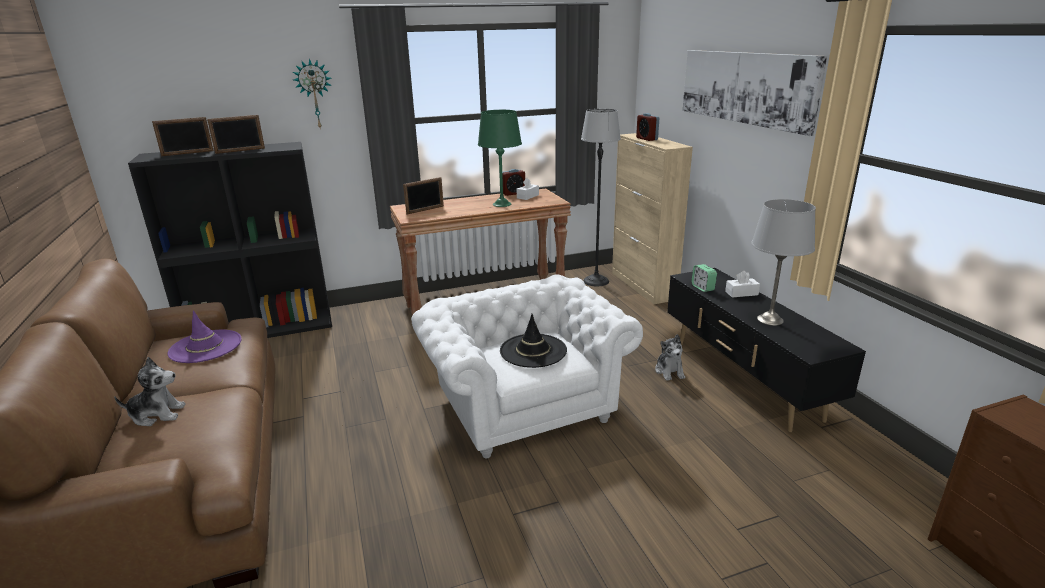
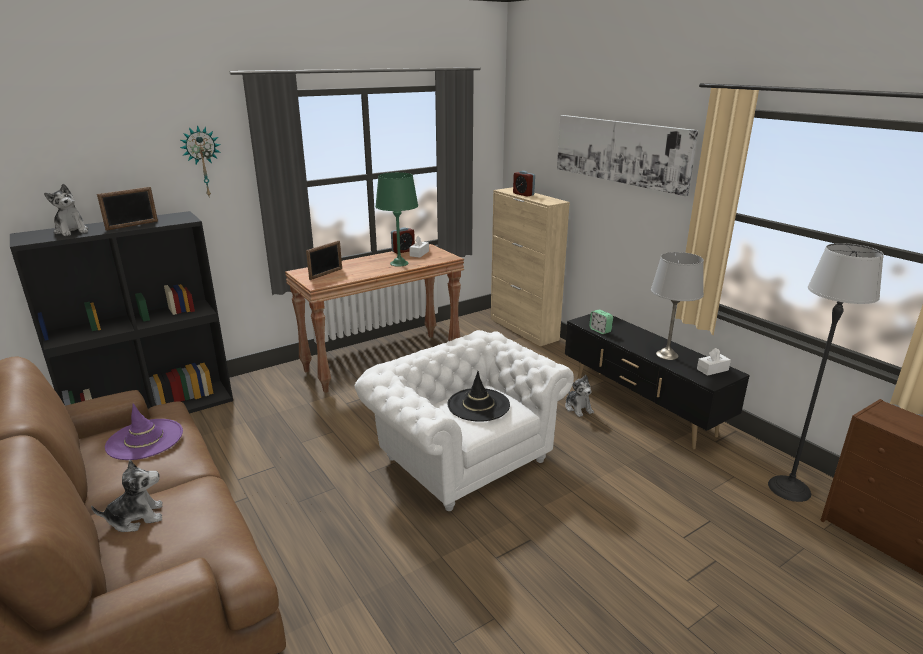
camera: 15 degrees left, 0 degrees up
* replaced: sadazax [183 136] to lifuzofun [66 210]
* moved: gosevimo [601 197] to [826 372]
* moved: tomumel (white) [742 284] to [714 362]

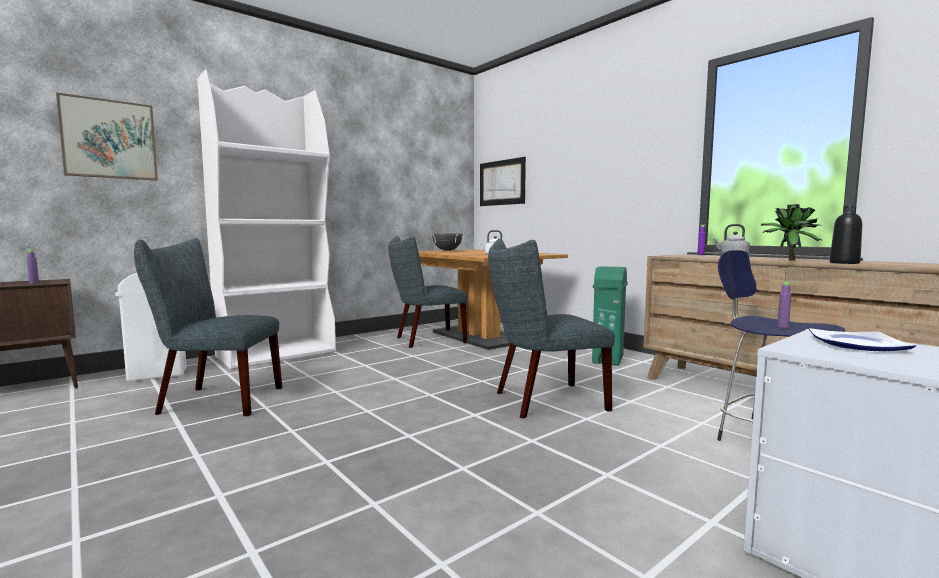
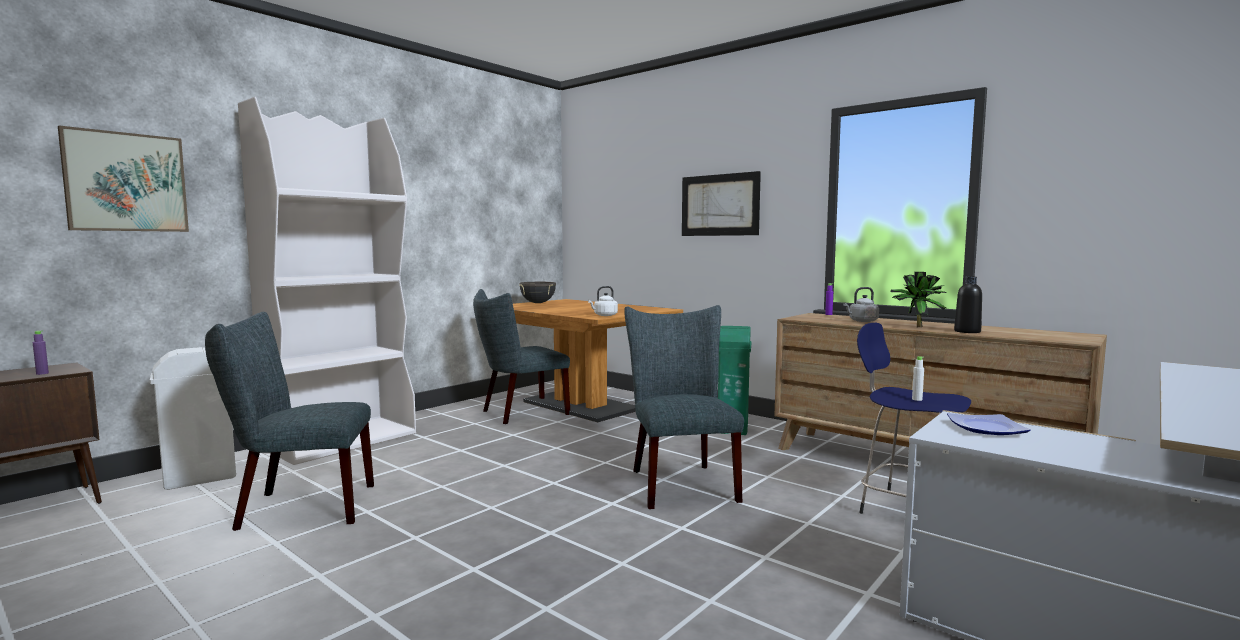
camera: 10 degrees left, 0 degrees up
* moved: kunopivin [503 181] to [721 203]
* turned: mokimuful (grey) [551 329] = [684 407] 105 degrees clockwise
* recoloured: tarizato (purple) [784 305] to tarizato (white) [918 378]

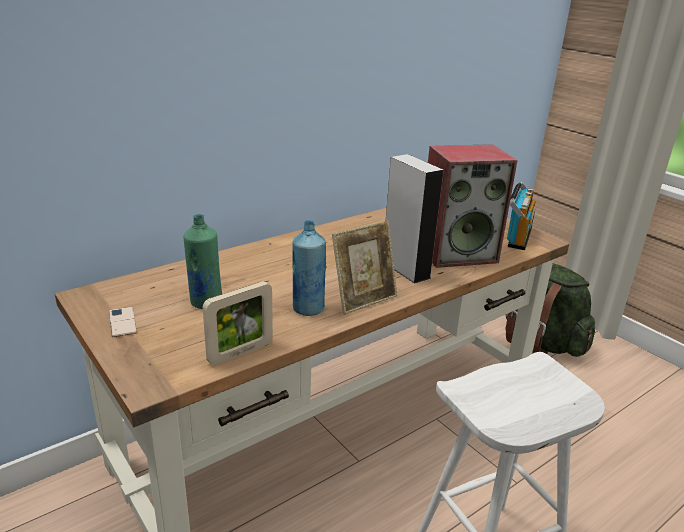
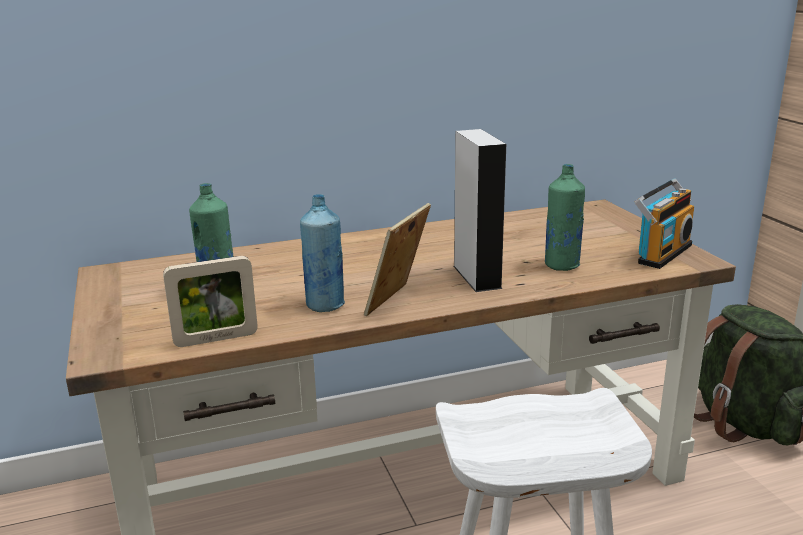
camera: 20 degrees right, 5 degrees down
* removed: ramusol [123 322]
* turned: sadazax [364 268] = [397 259] 135 degrees clockwise
* replaced: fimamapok [473 206] to tarizato (green) [565 217]

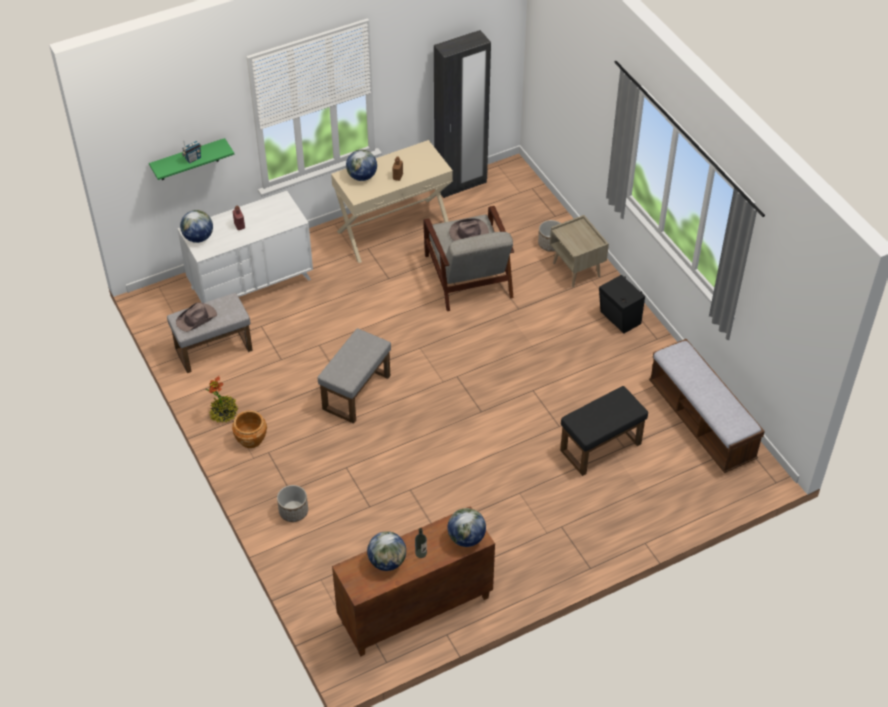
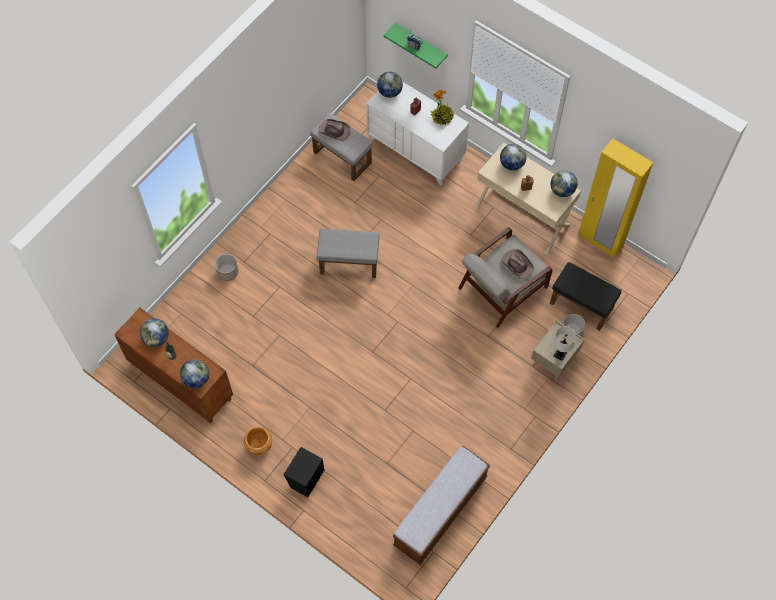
camera: 65 degrees right, 15 degrees up
* moved: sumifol [221 399] to [442 107]
* moved: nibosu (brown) [249 429] to [258 441]
* recoloured: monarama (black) [462 114] to monarama (yellow) [615 198]
* moved: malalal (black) [604 431] to [586 296]
* moved: fimamapok (black) [622 304] to [304 472]
* added: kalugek [564 183]
* added: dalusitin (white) [564 343]

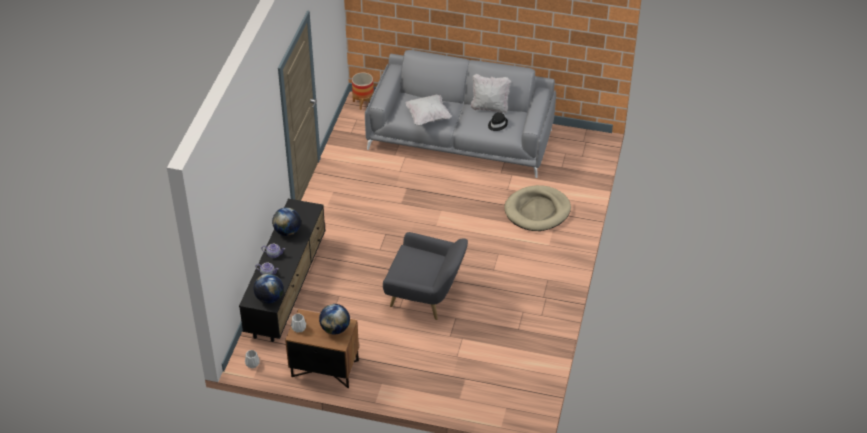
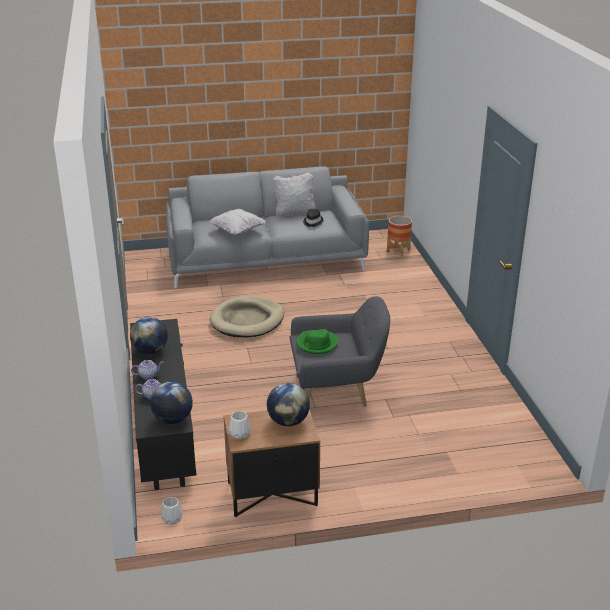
camera: 25 degrees left, 15 degrees down
* moved: nibosu [363 91] to [399 236]
* moved: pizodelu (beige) [537 208] to [247 316]
* added: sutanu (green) [317 341]

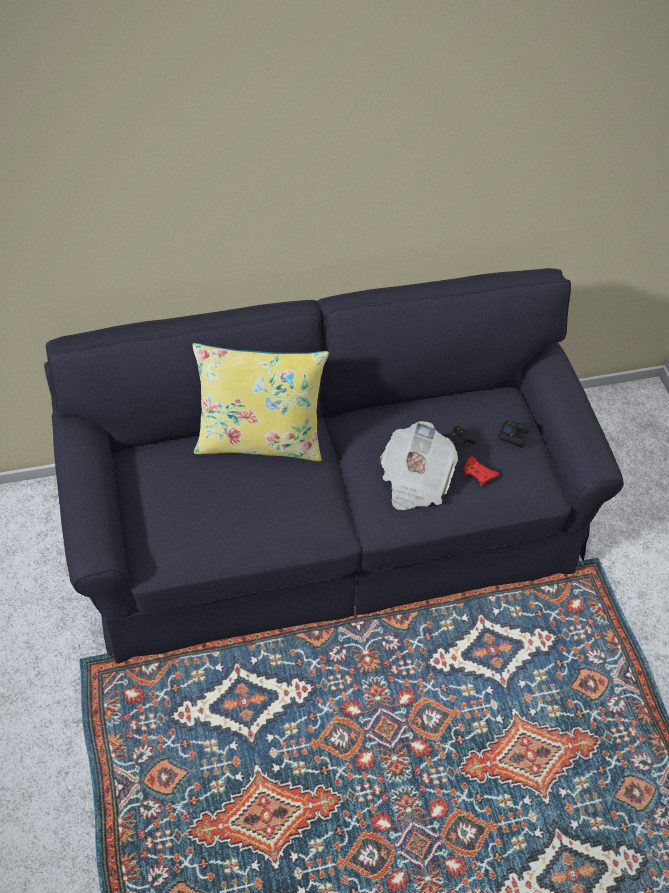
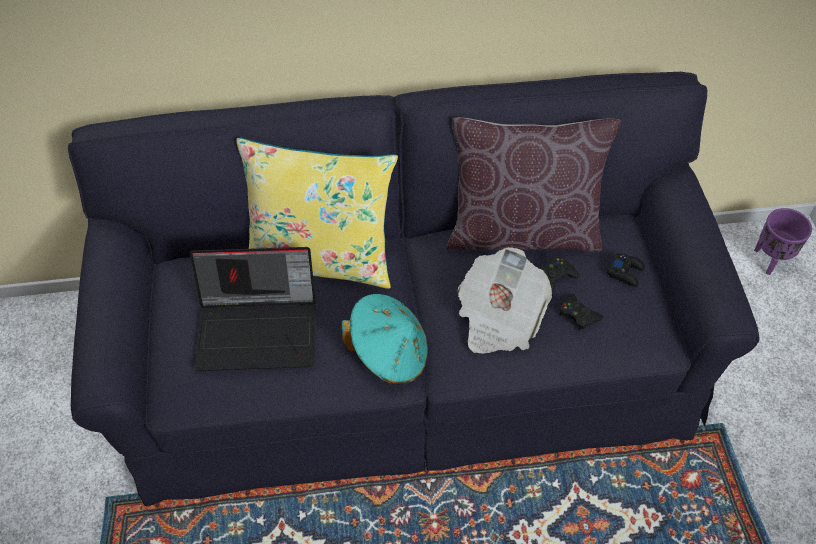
camera: 10 degrees right, 0 degrees up
* recoloured: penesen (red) [481 471] to penesen (black) [581 312]
* added: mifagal [252 309]
* added: sutanu (turquoise) [385 339]
* added: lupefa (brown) [534 185]
* added: nibosu (purple) [783 241]

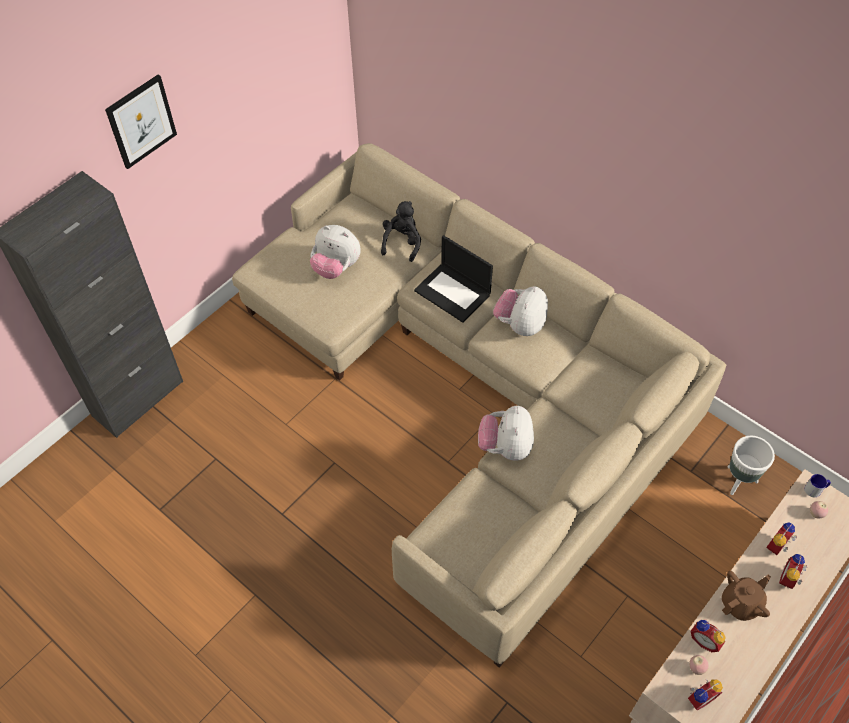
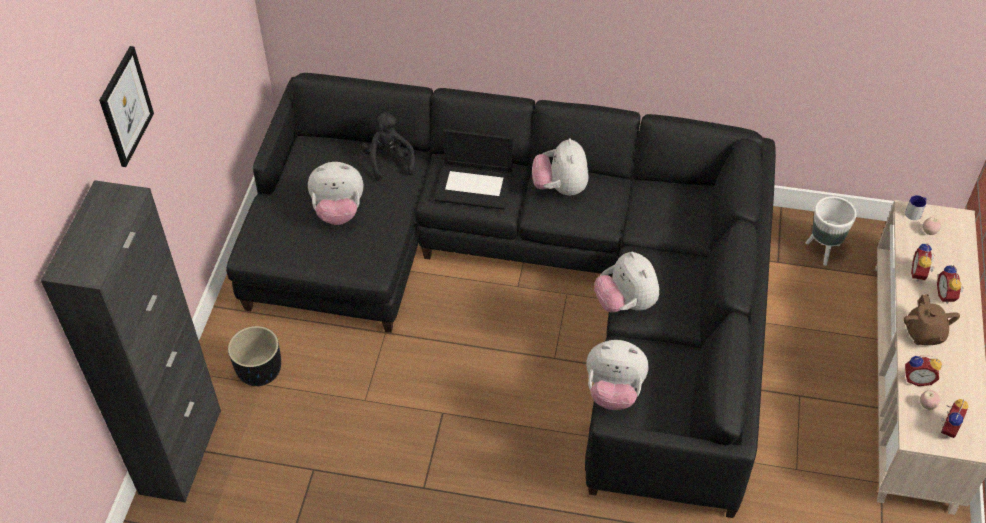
camera: 30 degrees left, 5 degrees down
* recoloured: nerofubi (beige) [479 405] to nerofubi (black) [501 295]
* turned: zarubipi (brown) [746 595] = [931 319] 150 degrees clockwise
* added: nibosu (black) [254 356]
* added: lifuzofun [617 375]

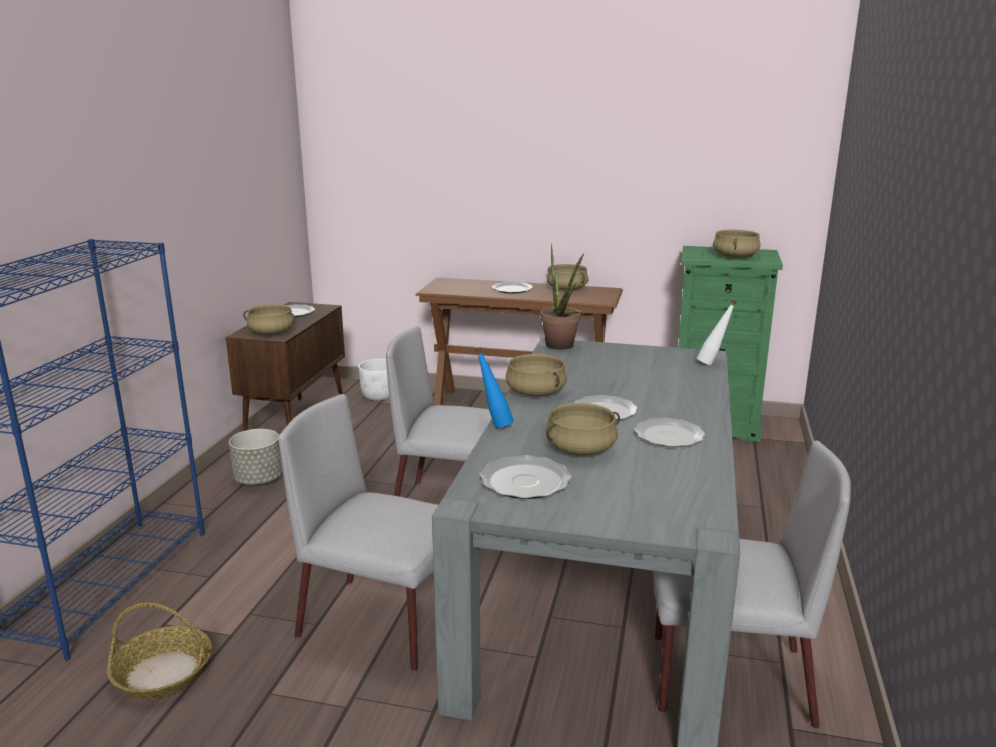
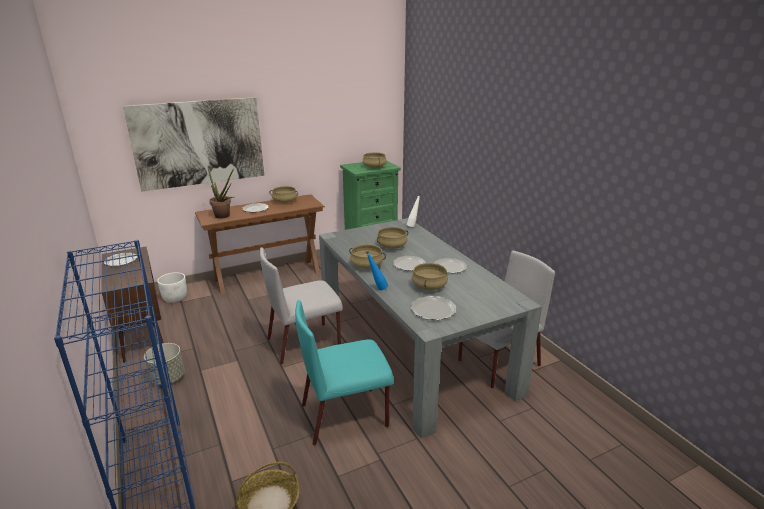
camera: 40 degrees left, 5 degrees up
* moved: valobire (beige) [269 319] to [392 238]
* recoloured: mokimuful (grey) [358 532] to mokimuful (turquoise) [344 372]
* moved: sumifol [562 297] to [221 193]
* added: kunopivin [193 144]

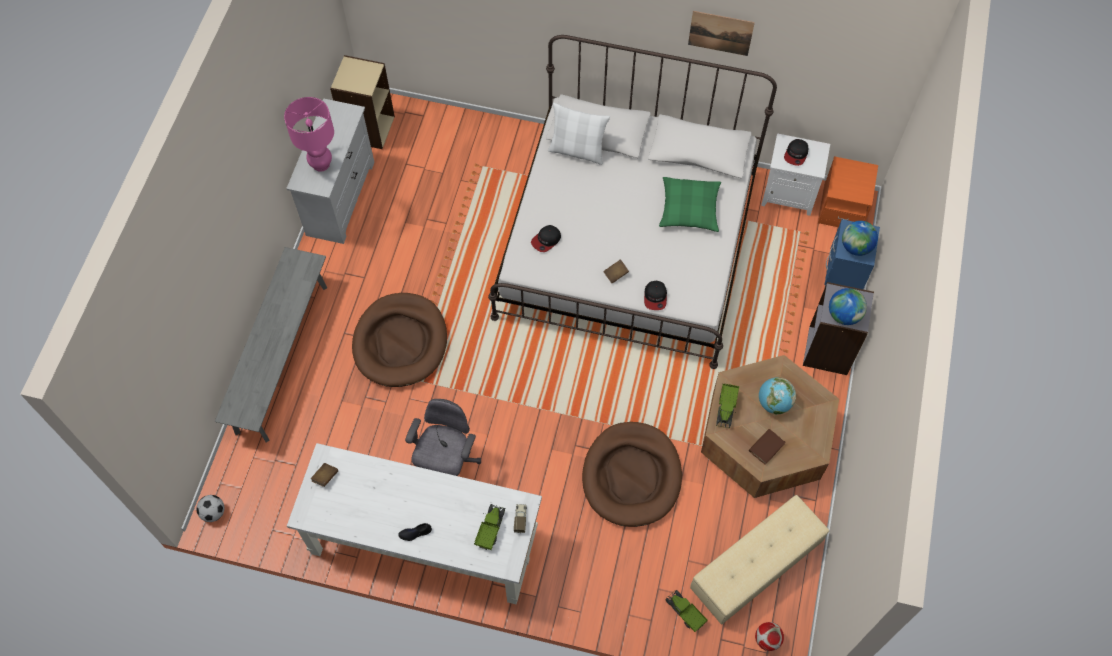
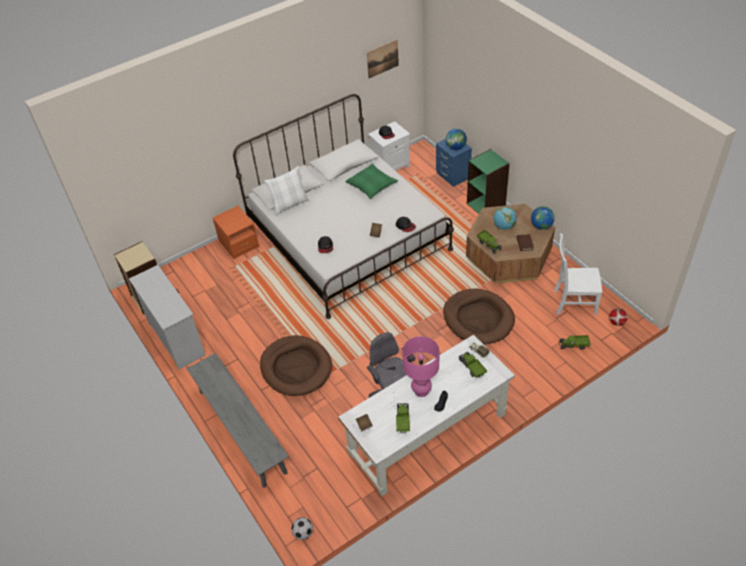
camera: 45 degrees left, 15 degrees down
* moved: dalusitin (pink) [309 134] to [420 366]
* moved: kunopivin [721 33] to [383 59]
* replaced: malalal (beige) [759 560] to mokimuful (white) [578 274]
* recoloured: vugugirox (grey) [838 328] to vugugirox (green) [488 181]
* moved: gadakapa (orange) [848 191] to [236 232]
* moved: kalugek [848 306] to [543 218]
* added: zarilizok [403 418]

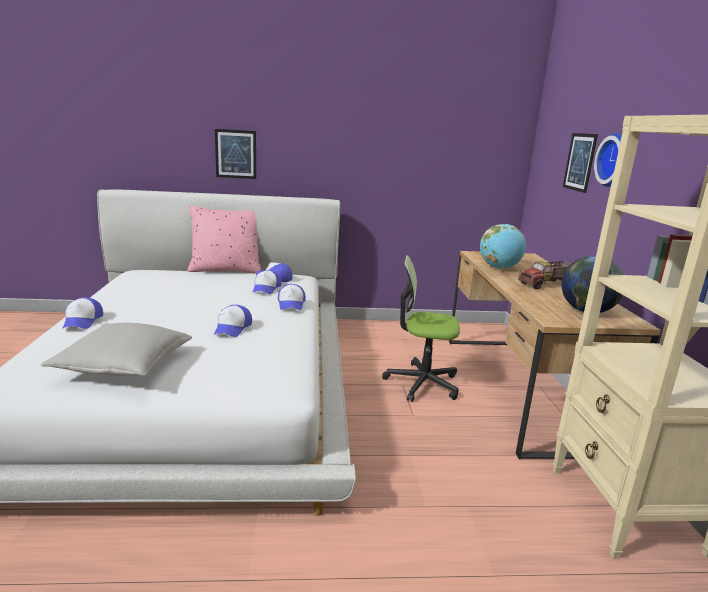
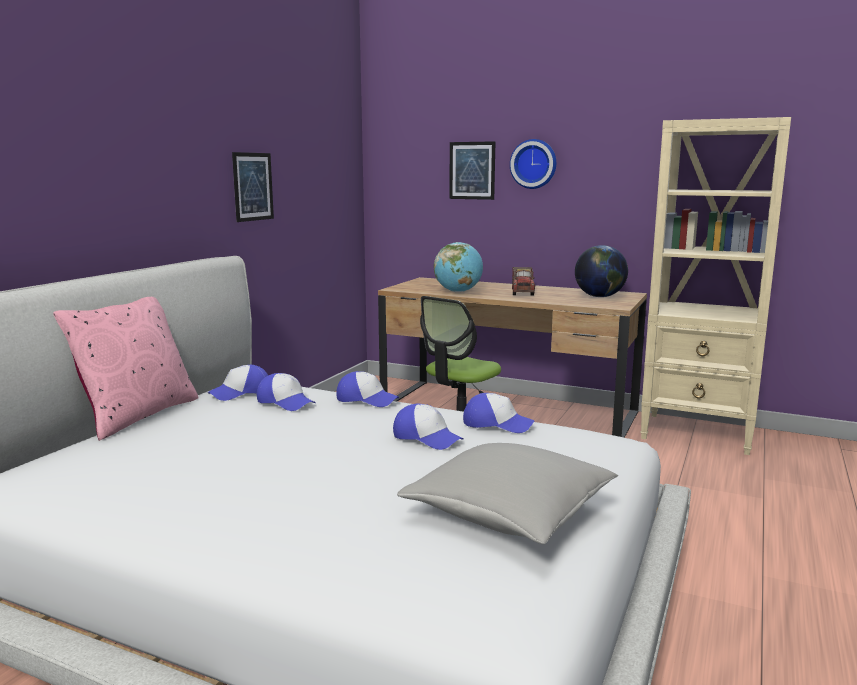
camera: 60 degrees left, 5 degrees down
* moved: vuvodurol [82 313] to [498 413]
* moved: kunopivin [235 154] to [253 187]

